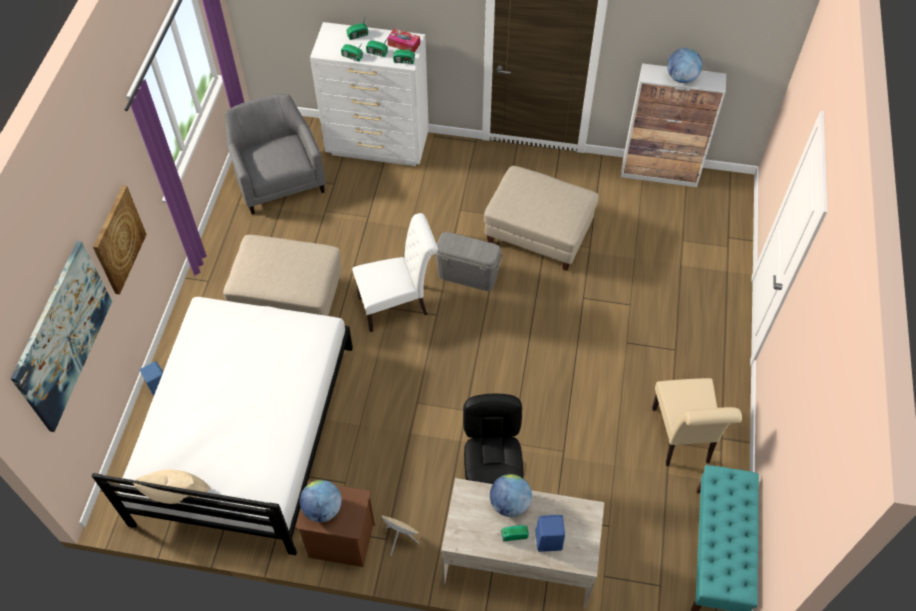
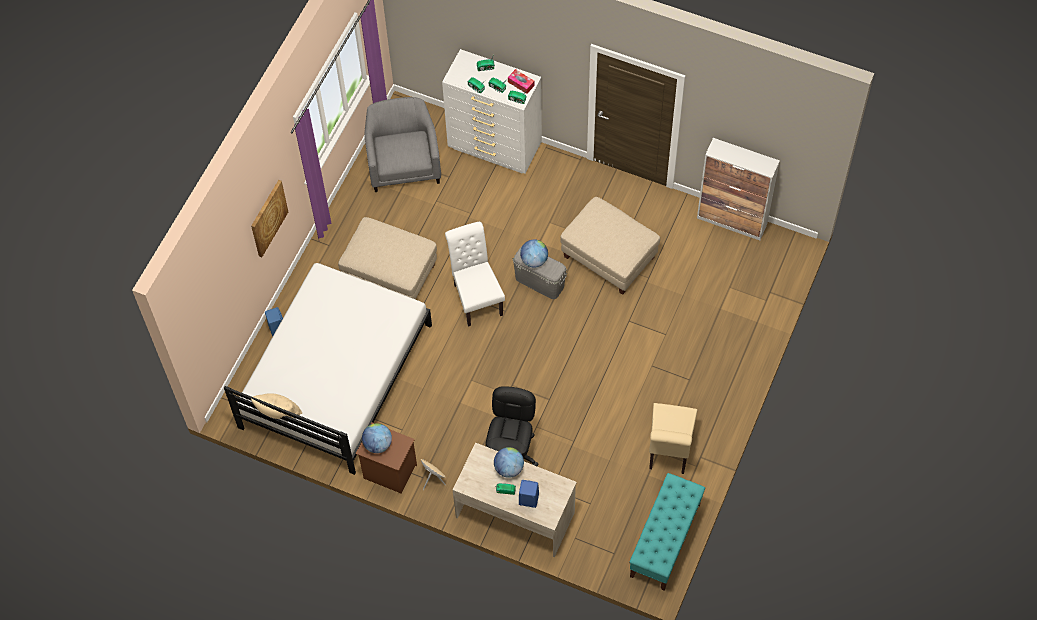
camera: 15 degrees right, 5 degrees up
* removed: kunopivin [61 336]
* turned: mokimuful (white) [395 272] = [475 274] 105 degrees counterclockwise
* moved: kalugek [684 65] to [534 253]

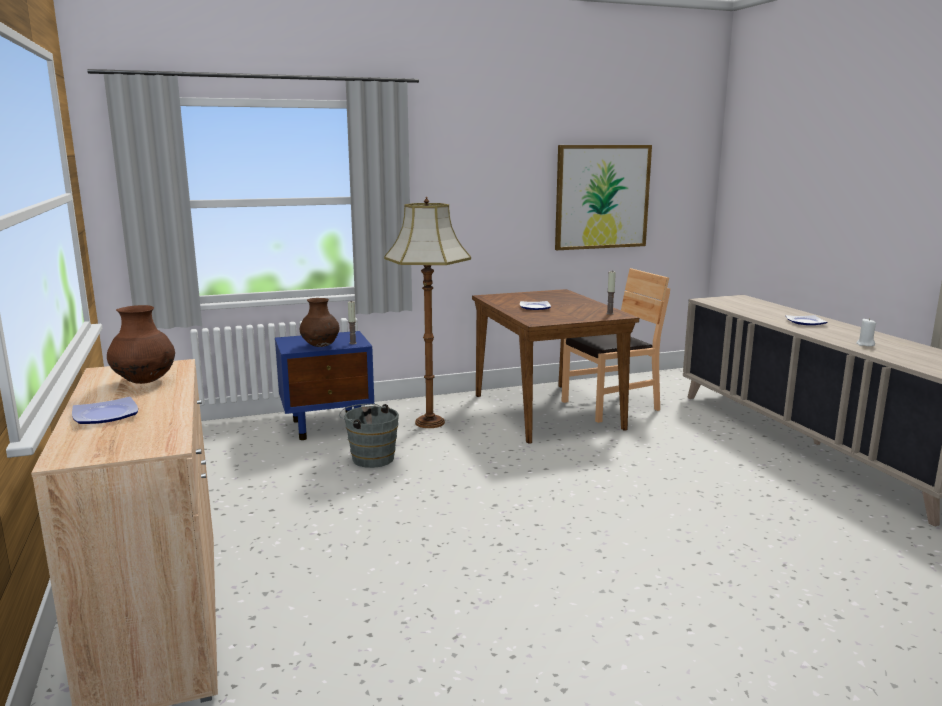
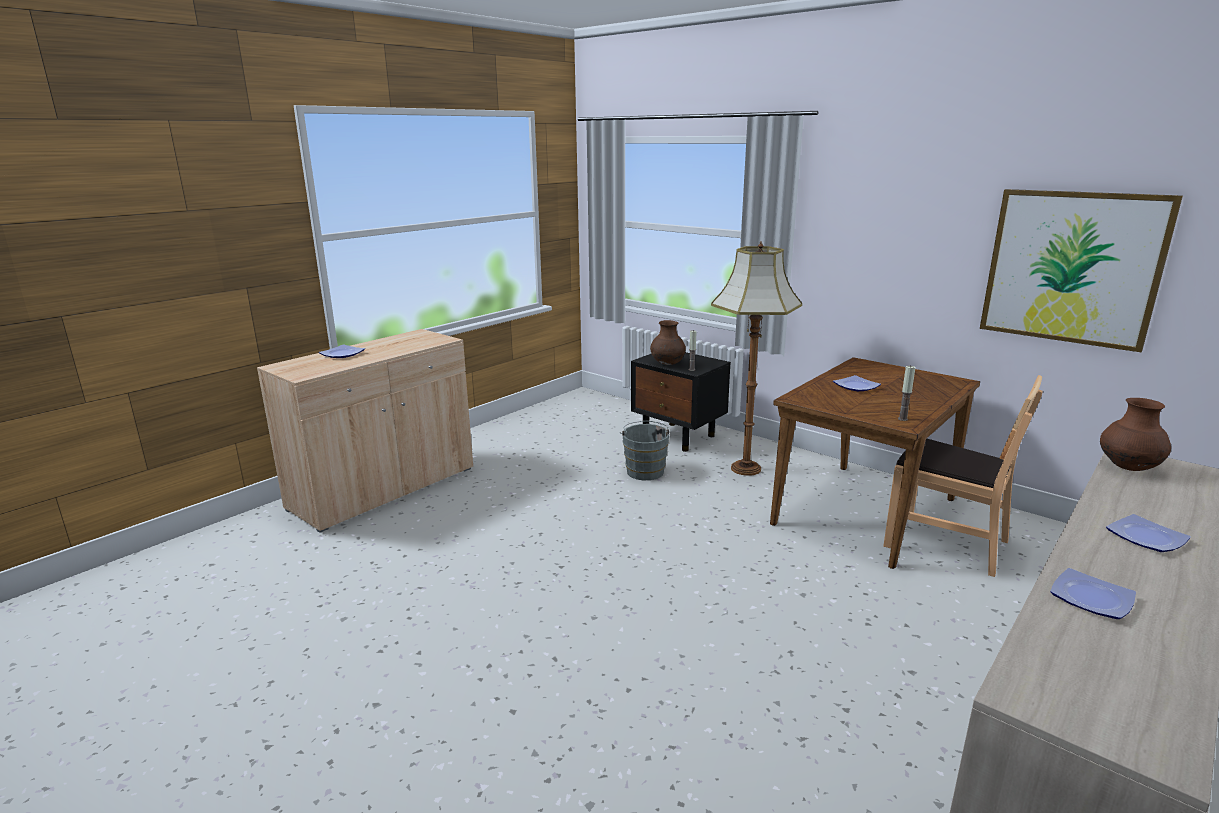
camera: 60 degrees right, 5 degrees up
* moved: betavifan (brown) [141 344] to [1135 434]
* recoloured: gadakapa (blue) [324 385] to gadakapa (black) [681 402]
* replaced: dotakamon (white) [866 332] to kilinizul [1093 593]

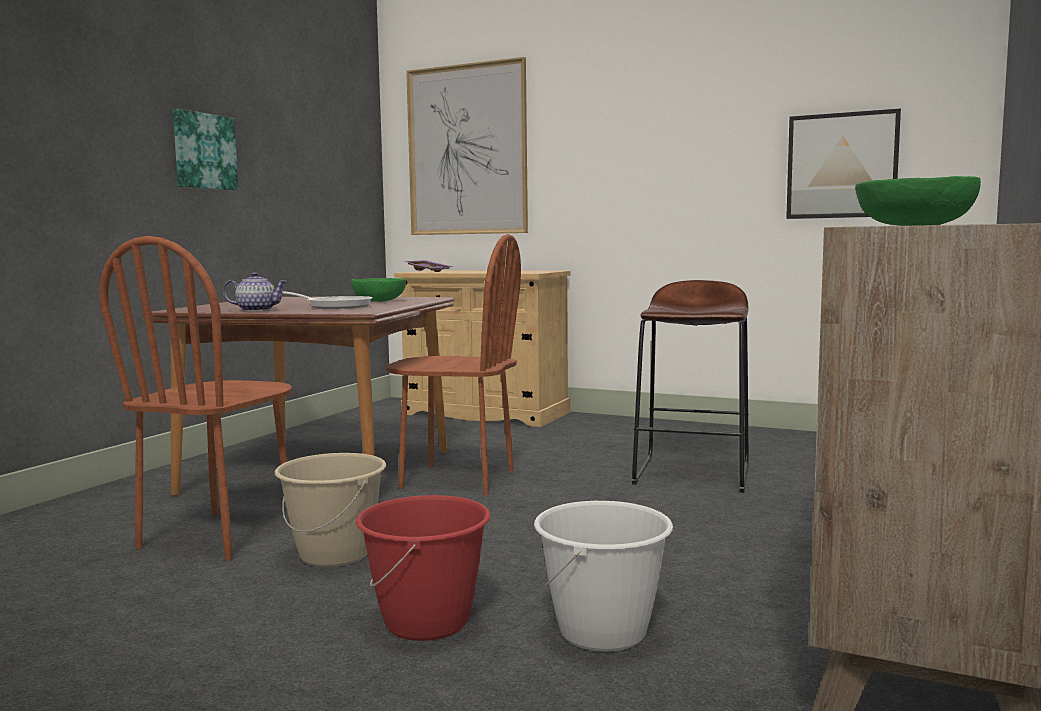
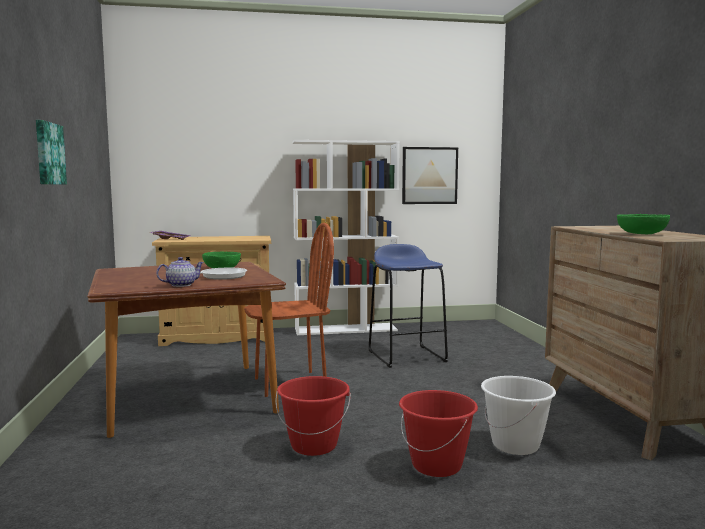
camera: 35 degrees left, 0 degrees up
* removed: mokimuful (brown) [195 398]
* recoloured: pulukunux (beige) [330 510] to pulukunux (red) [313 416]
* removed: kunopivin [467 146]
* recoloured: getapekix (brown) [690 386] to getapekix (blue) [408 306]
* added: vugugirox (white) [346 237]

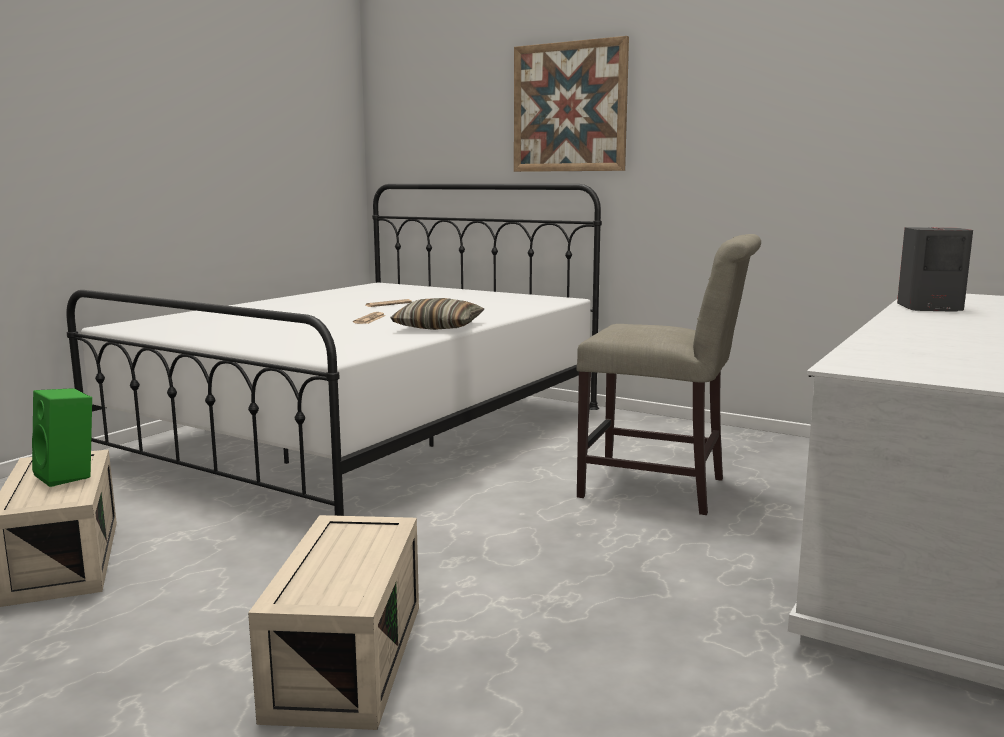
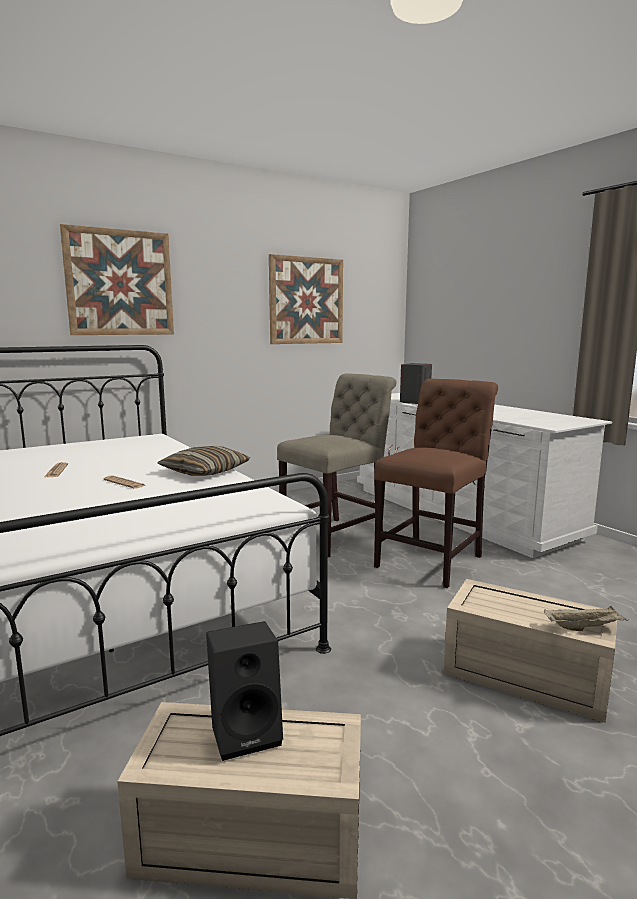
camera: 65 degrees left, 0 degrees up
* recoloured: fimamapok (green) [62 437] to fimamapok (black) [244 691]
* added: kunopivin [306 299]
* added: mokimuful (brown) [436 483]
* added: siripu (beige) [586 618]

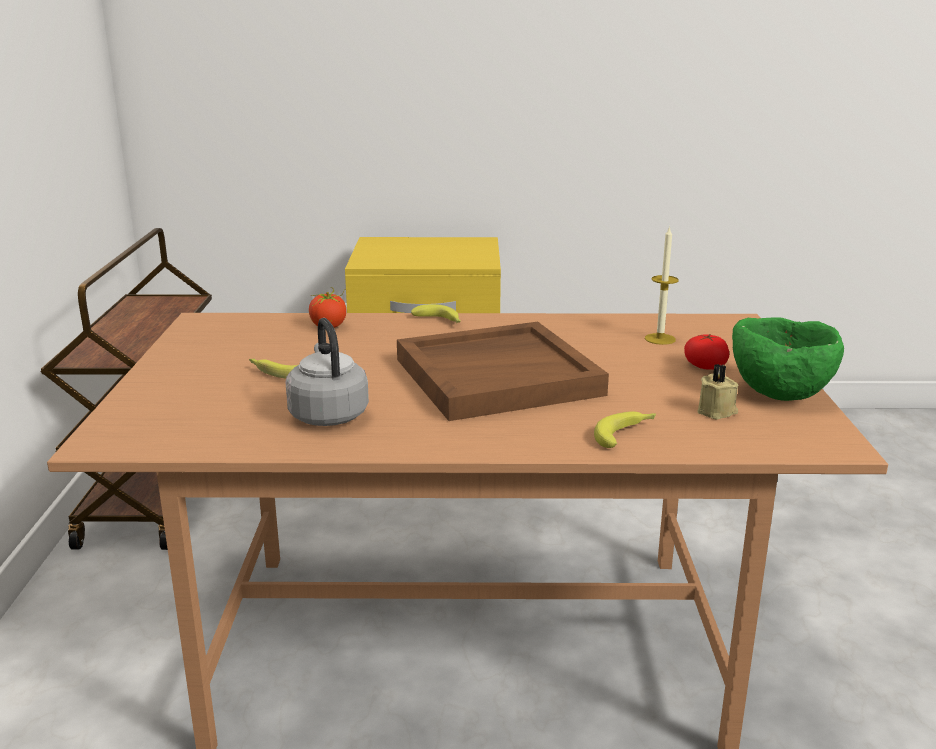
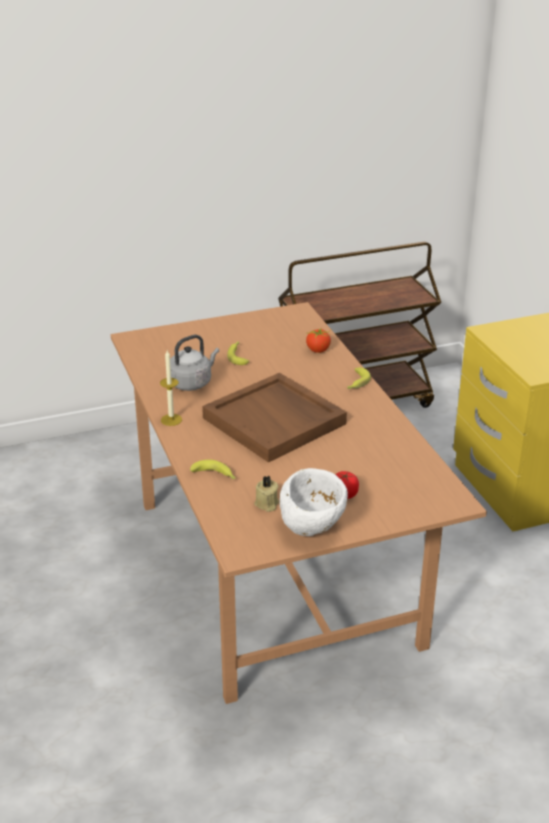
camera: 70 degrees right, 10 degrees up
* moved: dotakamon [662 285] to [171 388]
* recoloured: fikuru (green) [788 359] to fikuru (white) [314 502]

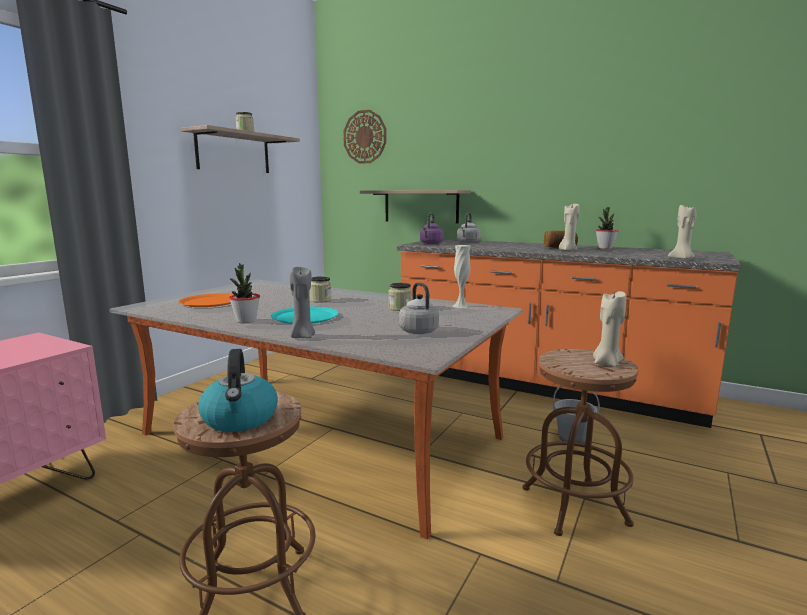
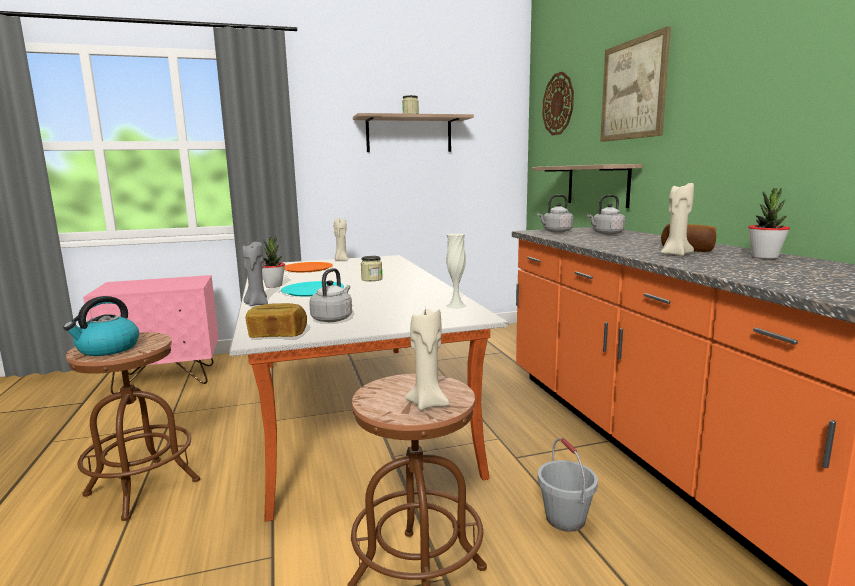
camera: 45 degrees right, 0 degrees up
* removed: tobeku [400 297]
* recoloured: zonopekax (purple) [432 228] to zonopekax (grey) [555 213]
* moved: dotakamon (beige) [682 232] to [341 240]
* added: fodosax [276 320]
* added: kunopivin [635 84]

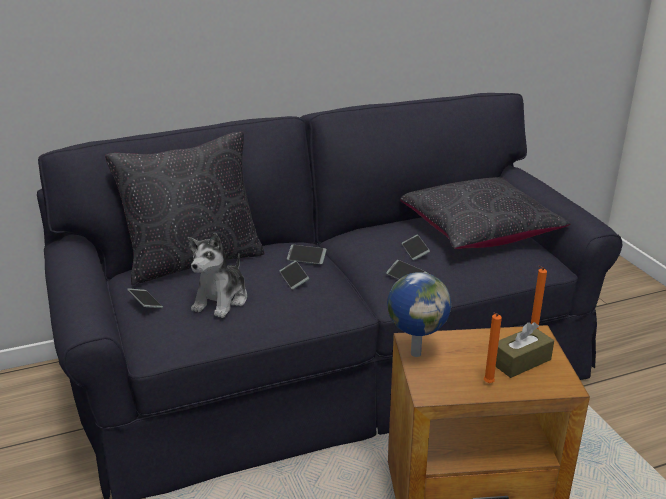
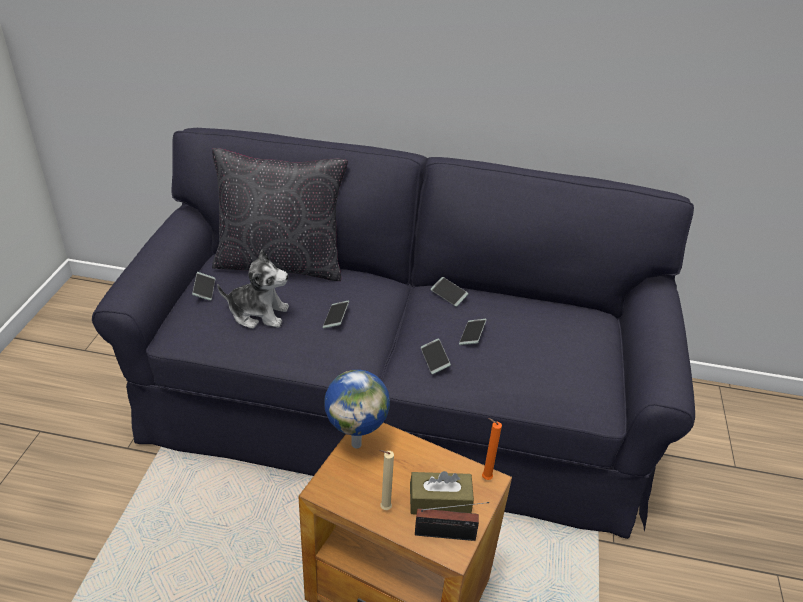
camera: 30 degrees right, 10 degrees up
* turned: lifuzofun [217 275] = [253 289] 135 degrees counterclockwise
* moved: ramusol [307 254] to [449 292]
* removed: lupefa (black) [485 213]
* recoloured: dotakamon (orange) [493 348] to dotakamon (beige) [387 480]
* added: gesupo [452 521]

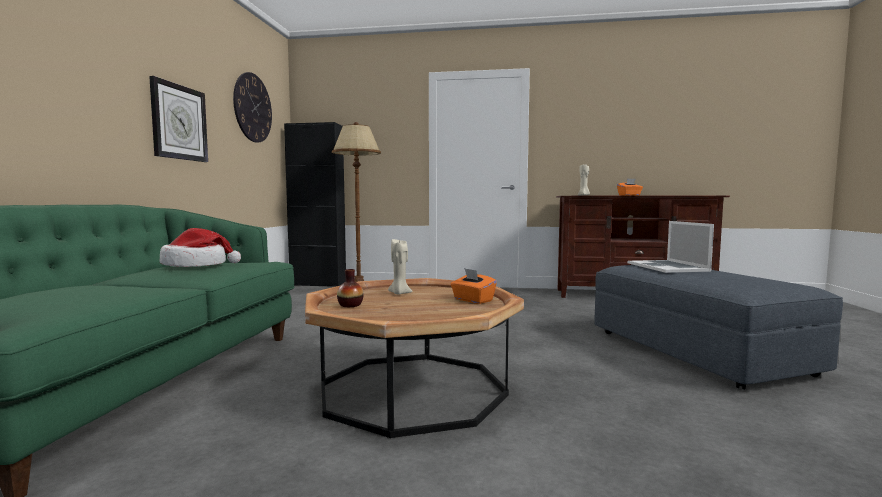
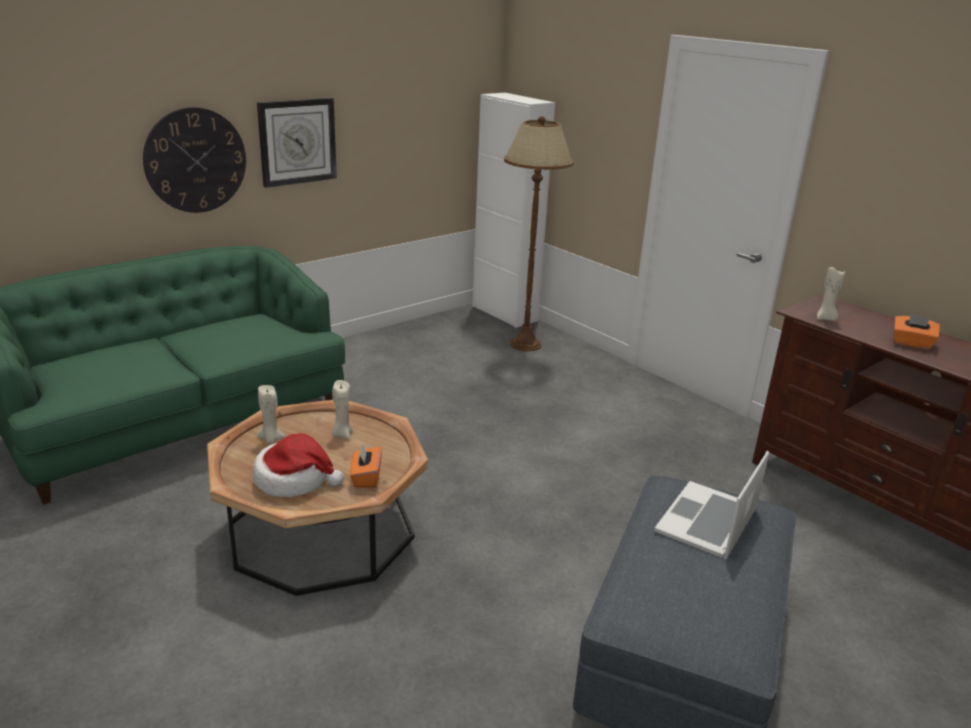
camera: 40 degrees right, 20 degrees up
* moved: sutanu [200 247] to [298 465]
* moved: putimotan [252 107] to [194 160]
* recoloured: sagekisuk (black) [315 204] to sagekisuk (white) [513 210]
* replaced: betavifan [350 288] to dotakamon (beige) [271 414]

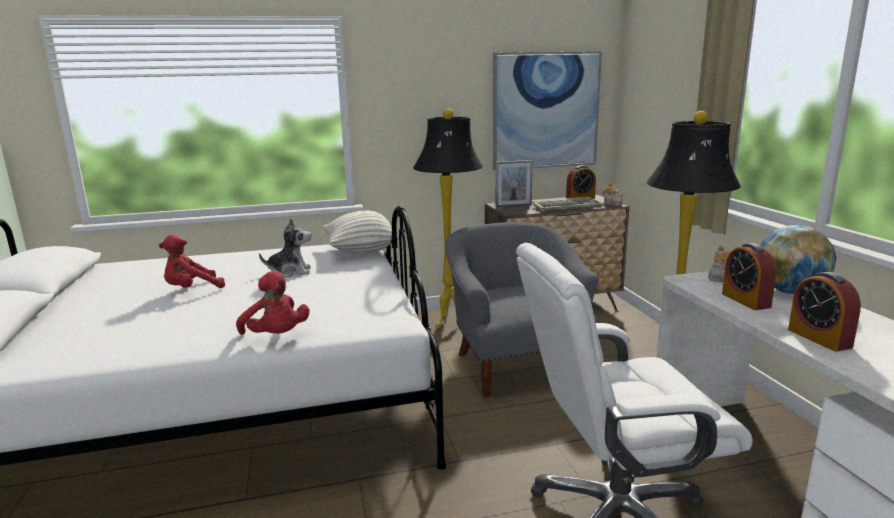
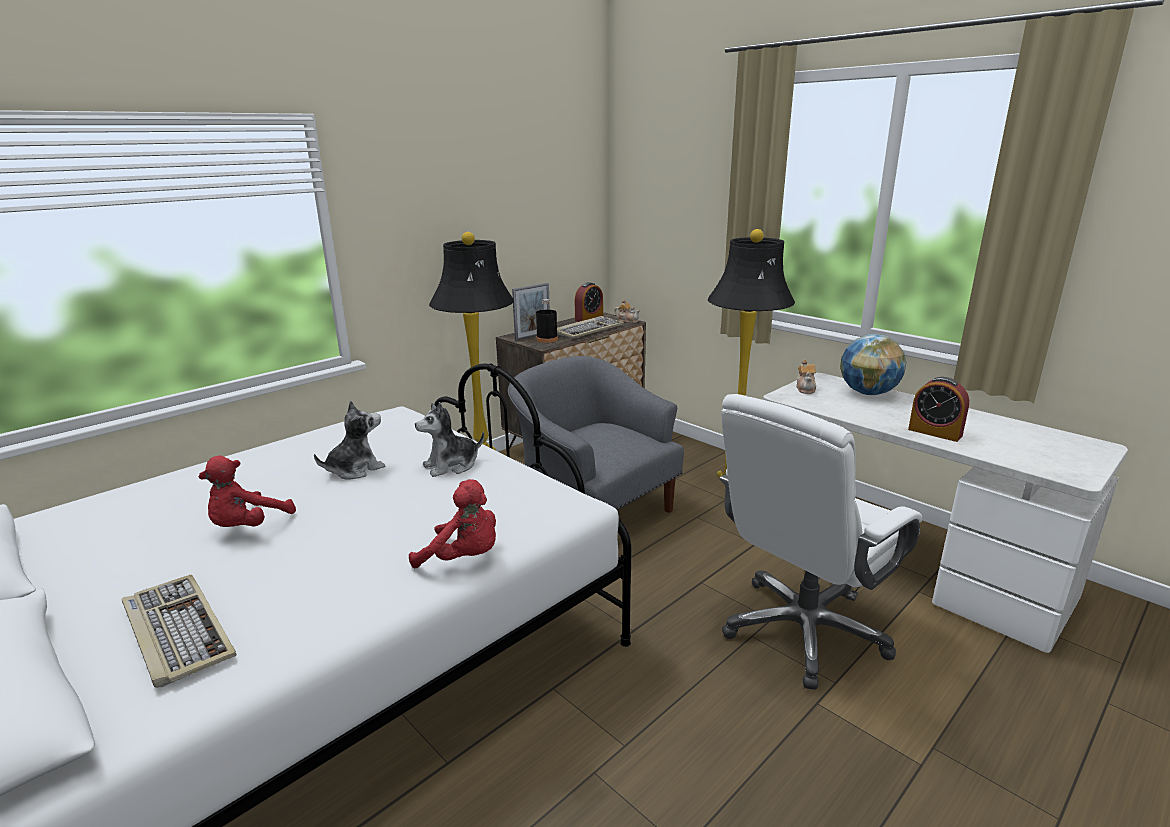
camera: 30 degrees left, 5 degrees up
* removed: lupefa [362 232]
* removed: kunopivin [547 111]
* removed: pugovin [749 276]
* added: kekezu [179 631]
* added: lifuzofun [449 439]
* added: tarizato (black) [547 321]

